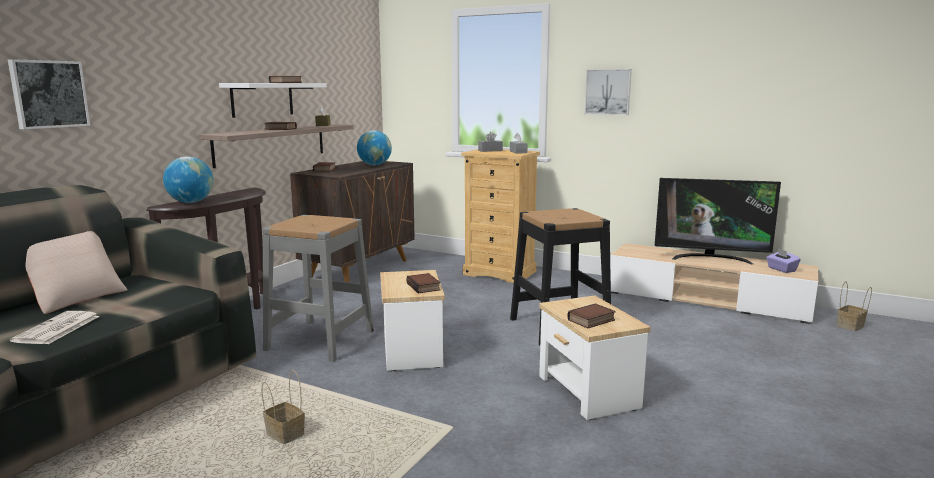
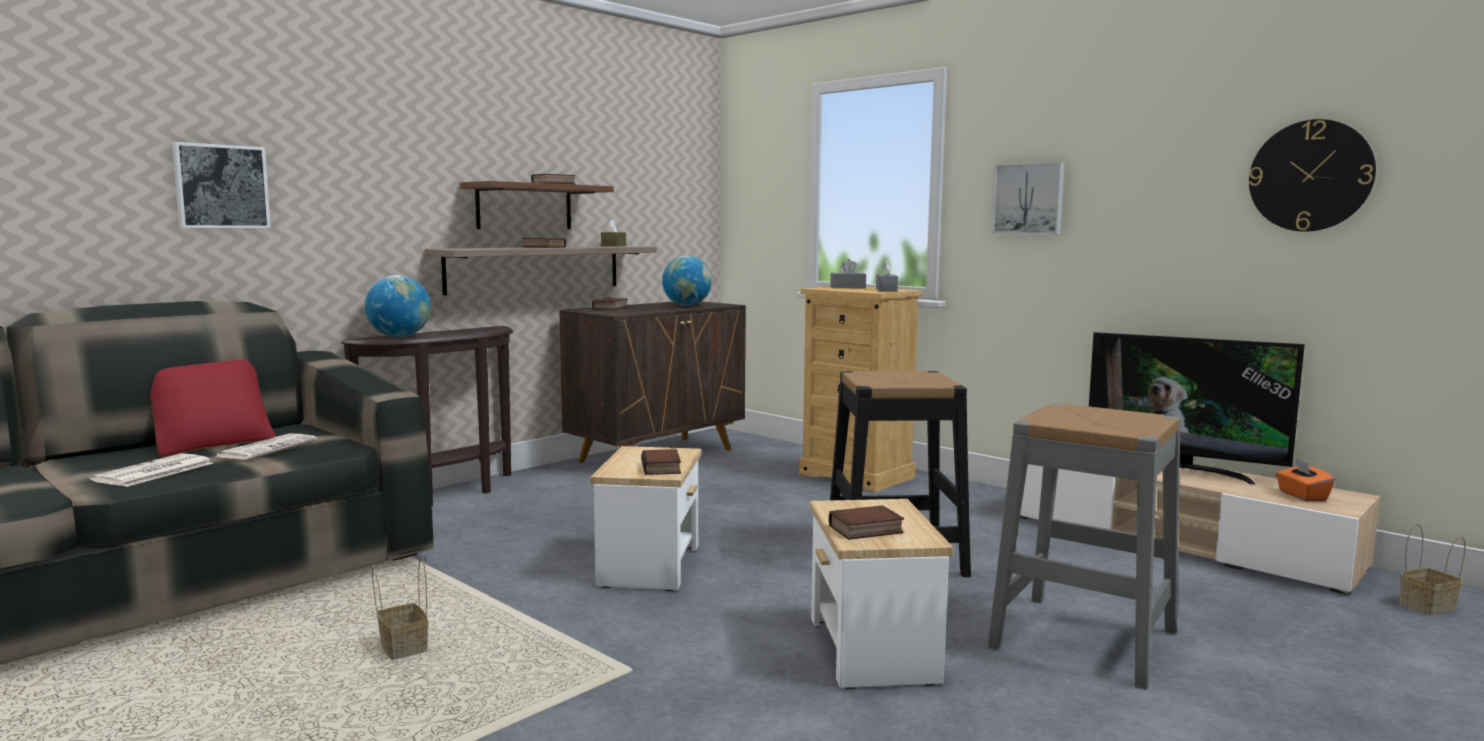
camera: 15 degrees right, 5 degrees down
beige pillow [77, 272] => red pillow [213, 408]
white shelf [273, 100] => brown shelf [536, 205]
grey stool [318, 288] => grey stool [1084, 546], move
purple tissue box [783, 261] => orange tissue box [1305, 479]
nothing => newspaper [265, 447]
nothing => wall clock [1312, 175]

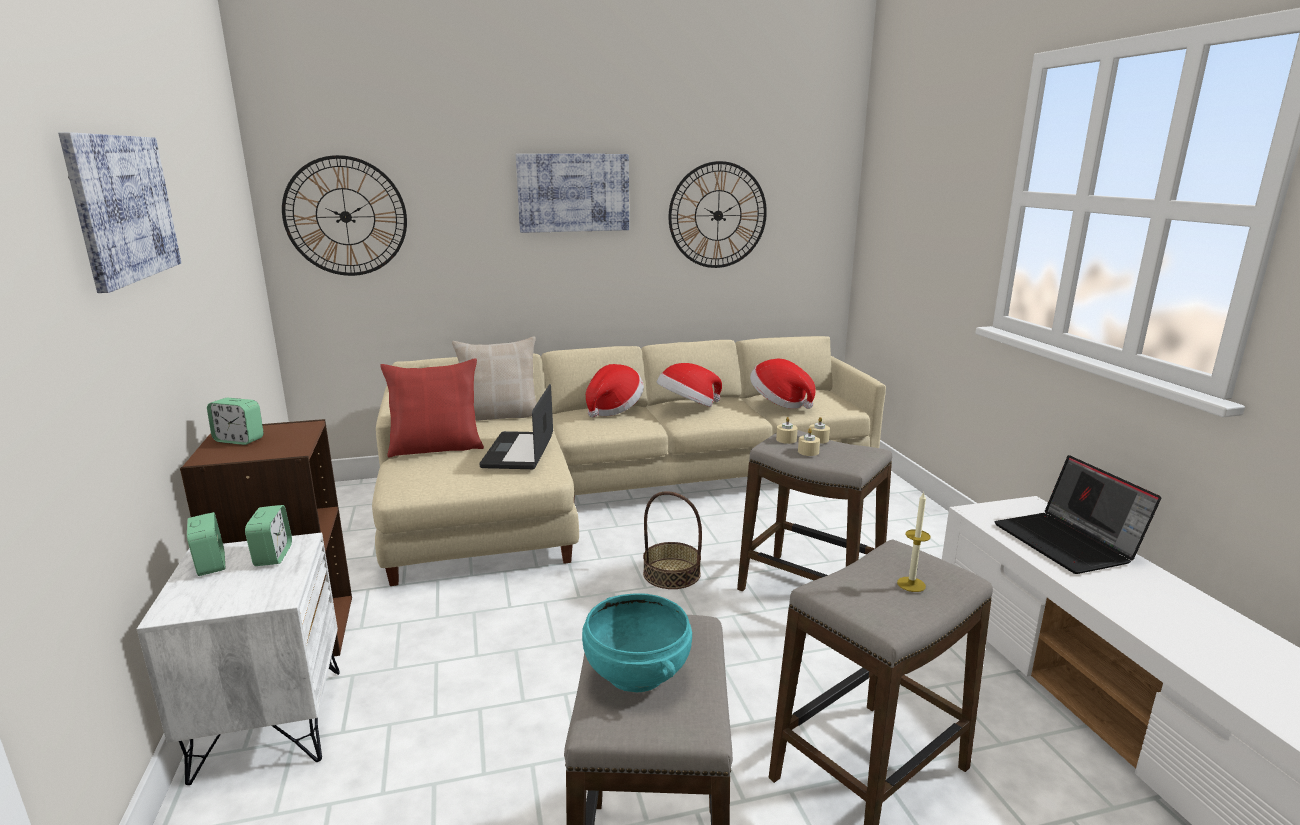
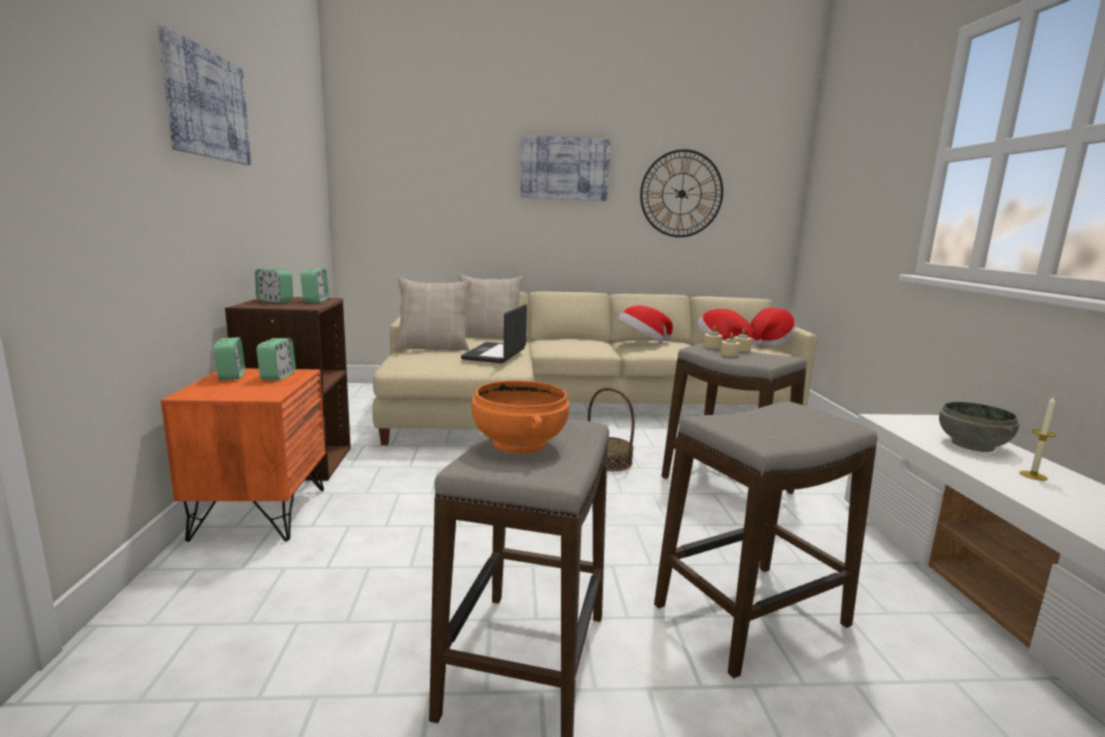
camera: 10 degrees right, 5 degrees down
white nightstand [238, 659] => orange nightstand [243, 455]
wall clock [344, 215] => nothing
red pillow [432, 408] => beige pillow [433, 314]
turquoise bowl [637, 642] => orange bowl [520, 417]
hat [615, 391] => hat [773, 327], move
candle [913, 542] => candle [1038, 438], move
laptop [1078, 514] => grey bowl [979, 427]
nothing => alarm clock [314, 286]

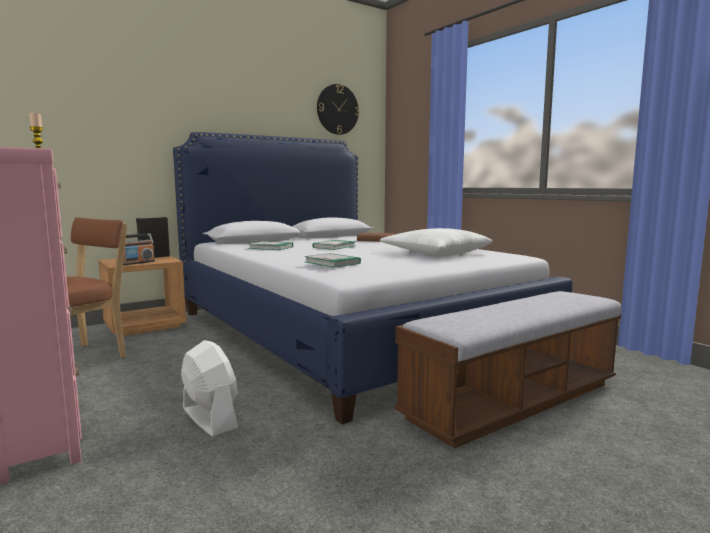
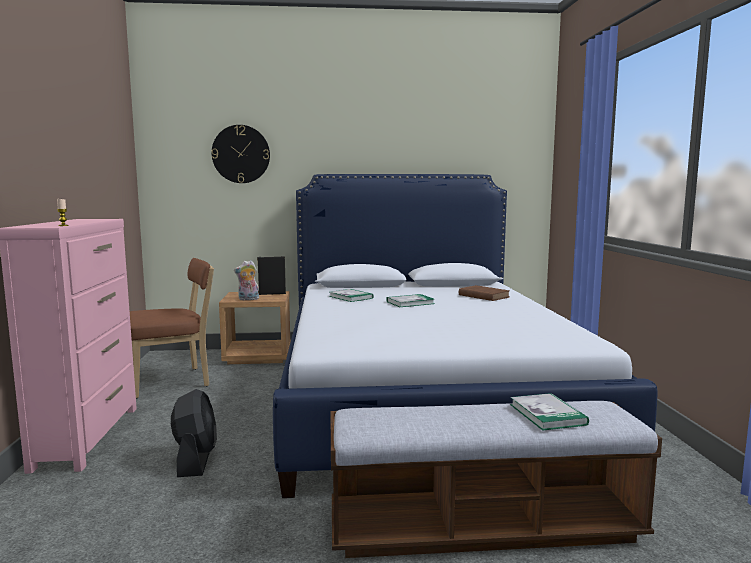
camera: 30 degrees right, 0 degrees up
radio [139, 249] => plush toy [246, 280]
white fan [209, 388] => black fan [194, 433]
book [332, 260] => book [549, 411], move
wall clock [338, 109] => wall clock [241, 154], move
white pillow [436, 241] => nothing

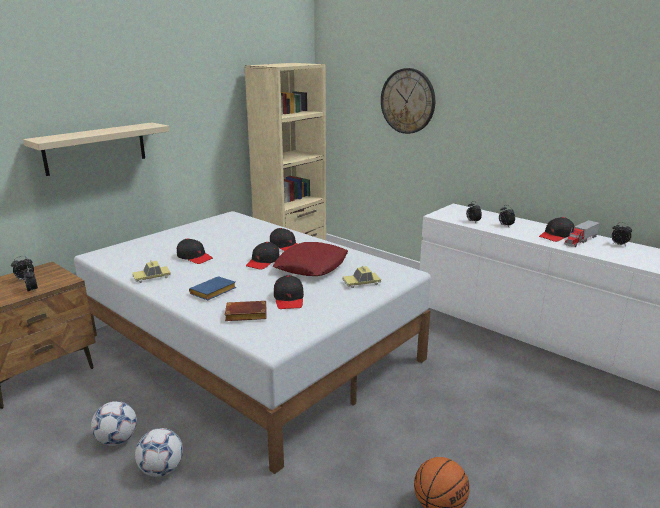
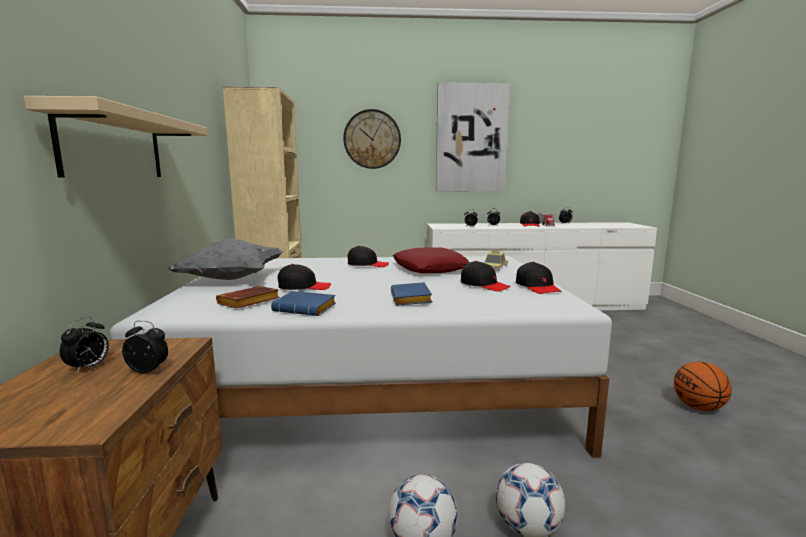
camera: 45 degrees left, 10 degrees down
toy car [151, 271] => blue book [303, 303]
brown book [245, 311] => brown book [248, 297], move
black cap [263, 256] => black cap [539, 278], move
nothing => grey pillow [225, 259]
nothing => picture [473, 136]

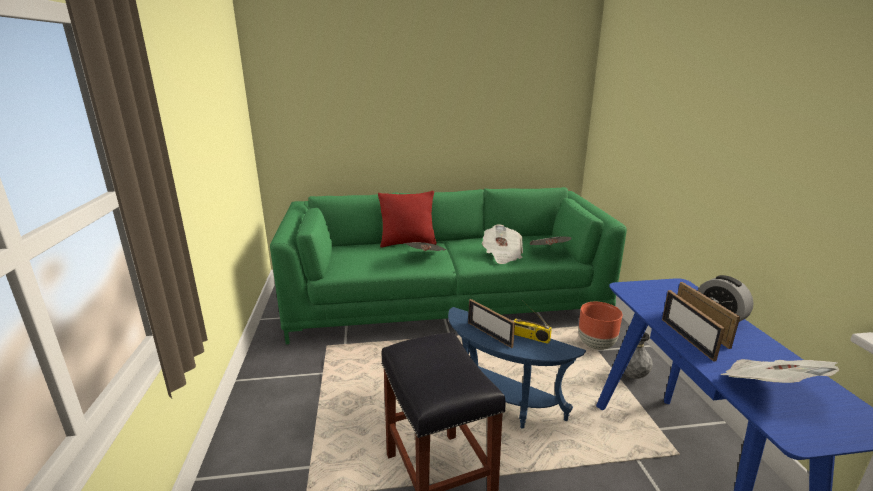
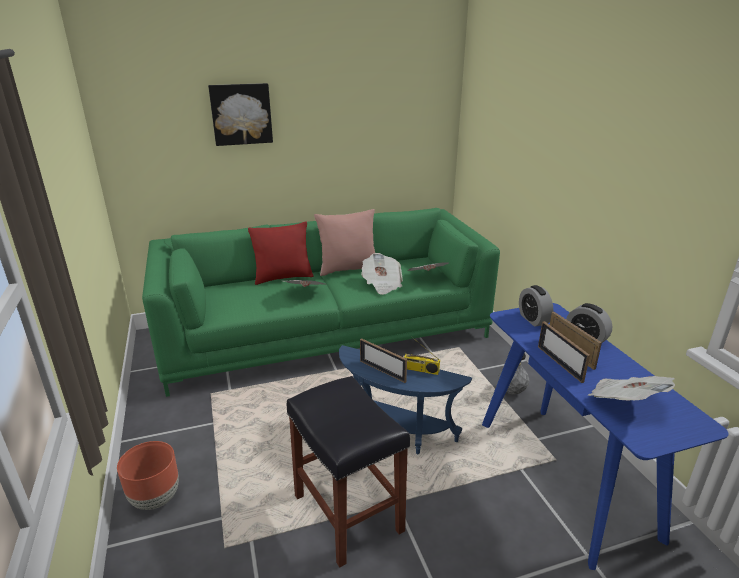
camera: 10 degrees left, 5 degrees up
brown planter [600, 326] => brown planter [148, 475], move
nothing => picture [240, 114]
nothing => pink pillow [344, 242]
nothing => alarm clock [536, 306]

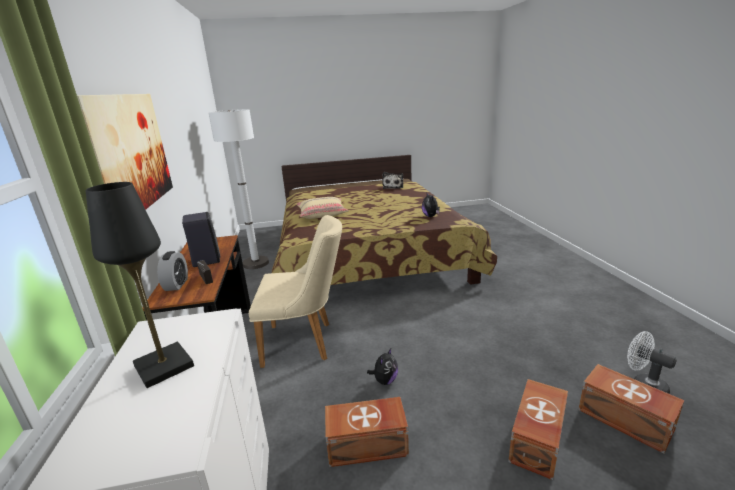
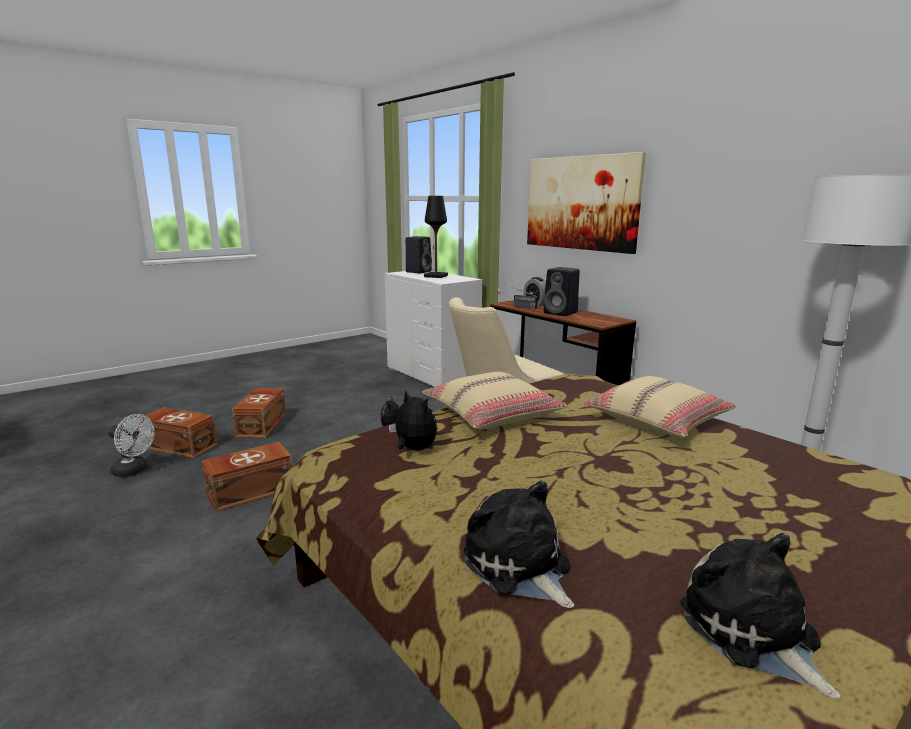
camera: 150 degrees right, 5 degrees down
brown storage box [367, 432] => brown storage box [247, 477], move
nothing => black speaker [419, 254]
nothing => beige pillow [495, 401]
nothing => plush toy [519, 544]

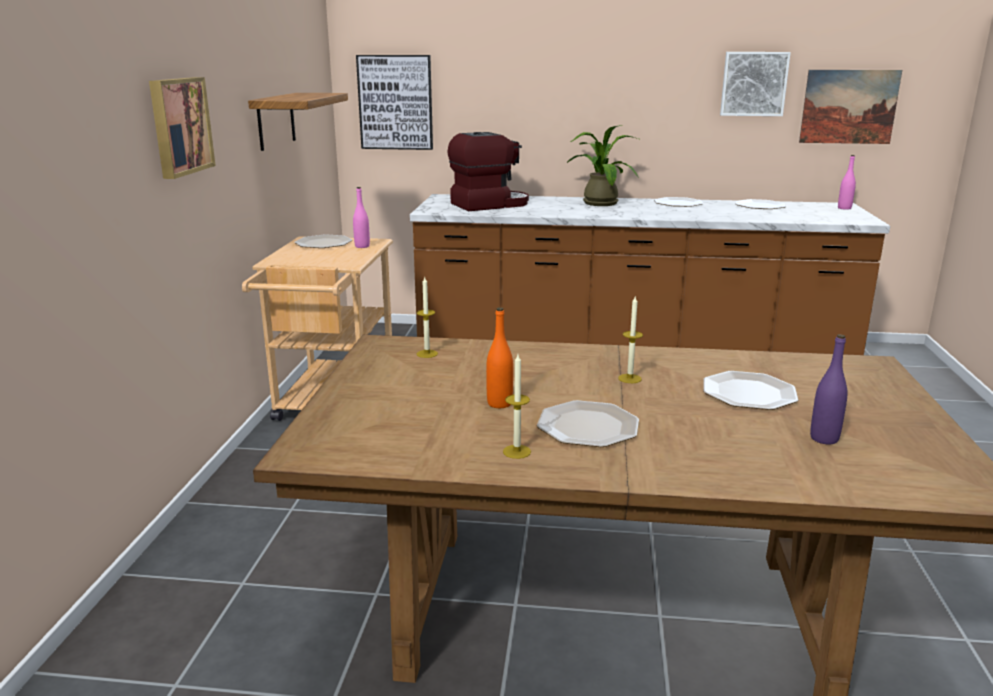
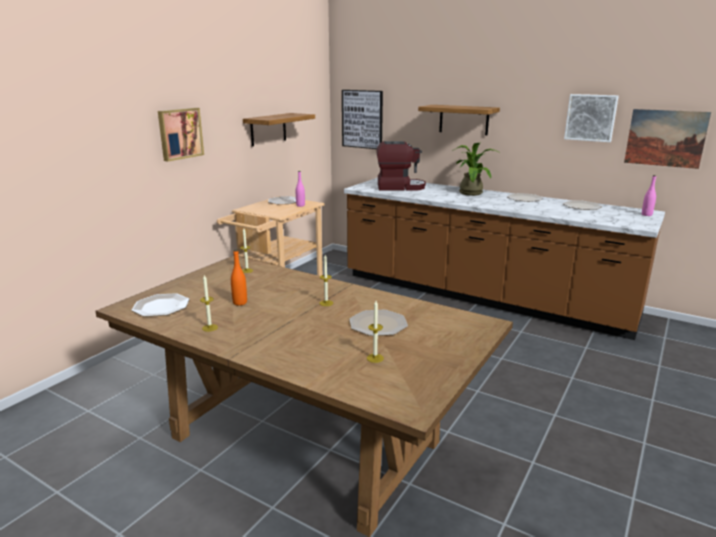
camera: 25 degrees right, 0 degrees up
plate [588, 423] => plate [161, 305], move
purple bottle [829, 389] => candle [375, 332]
nothing => shelf [459, 120]

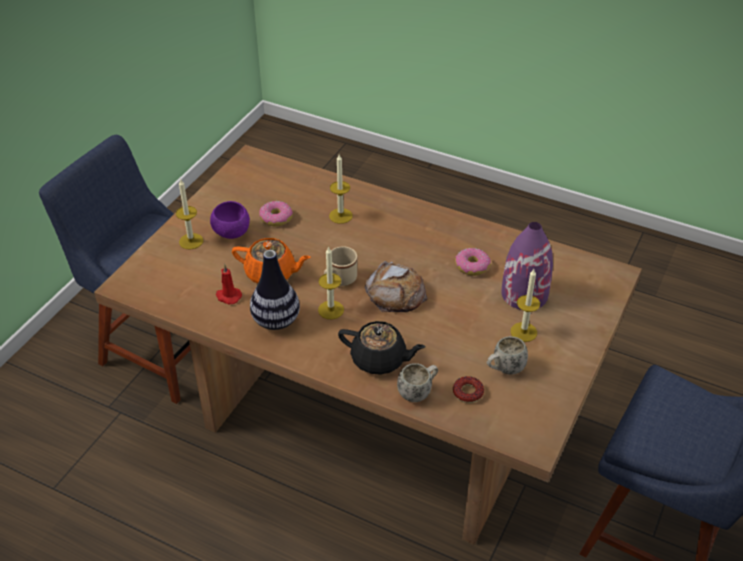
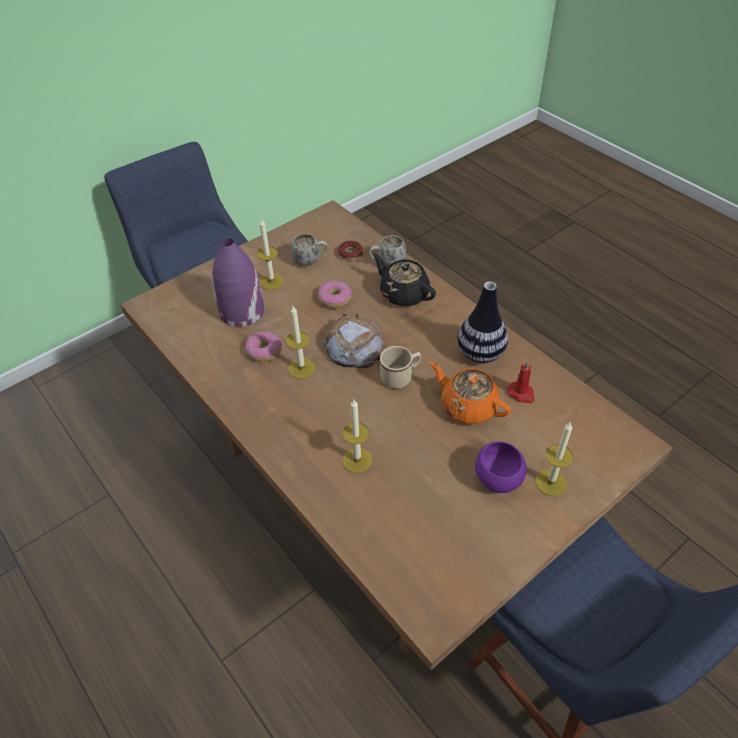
camera: 155 degrees left, 5 degrees up
donut [276, 214] => donut [335, 294], move
candle [331, 282] => candle [300, 342], move

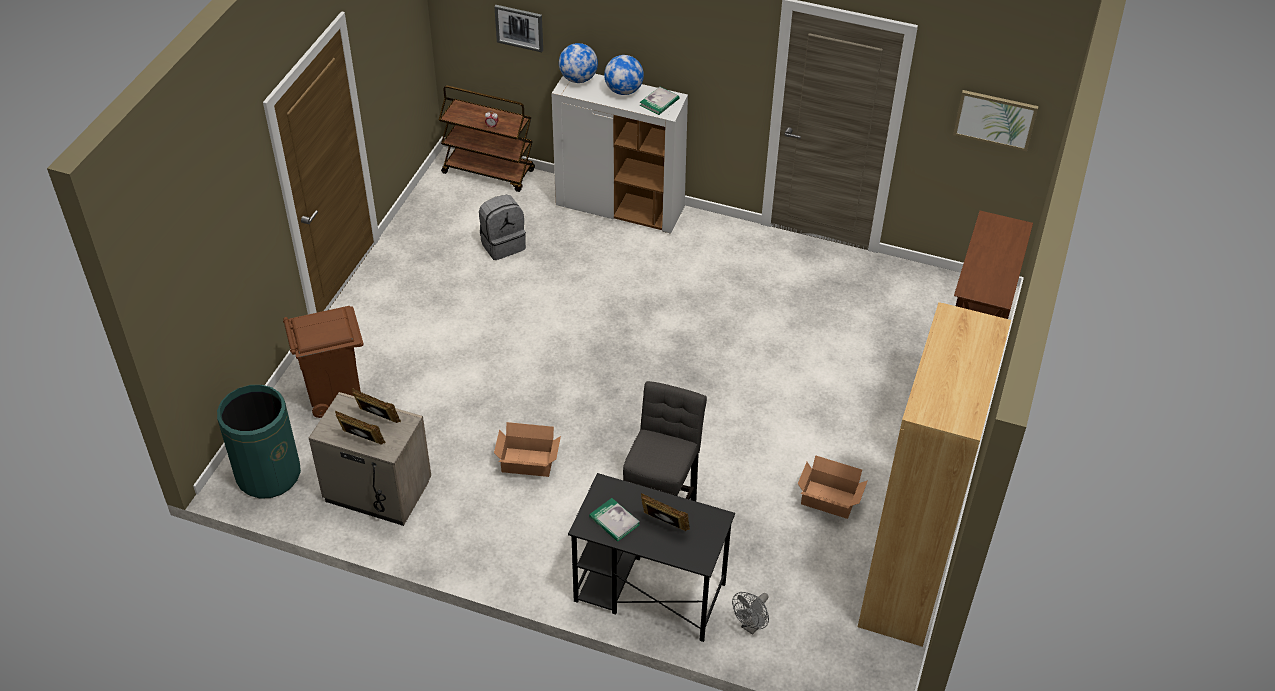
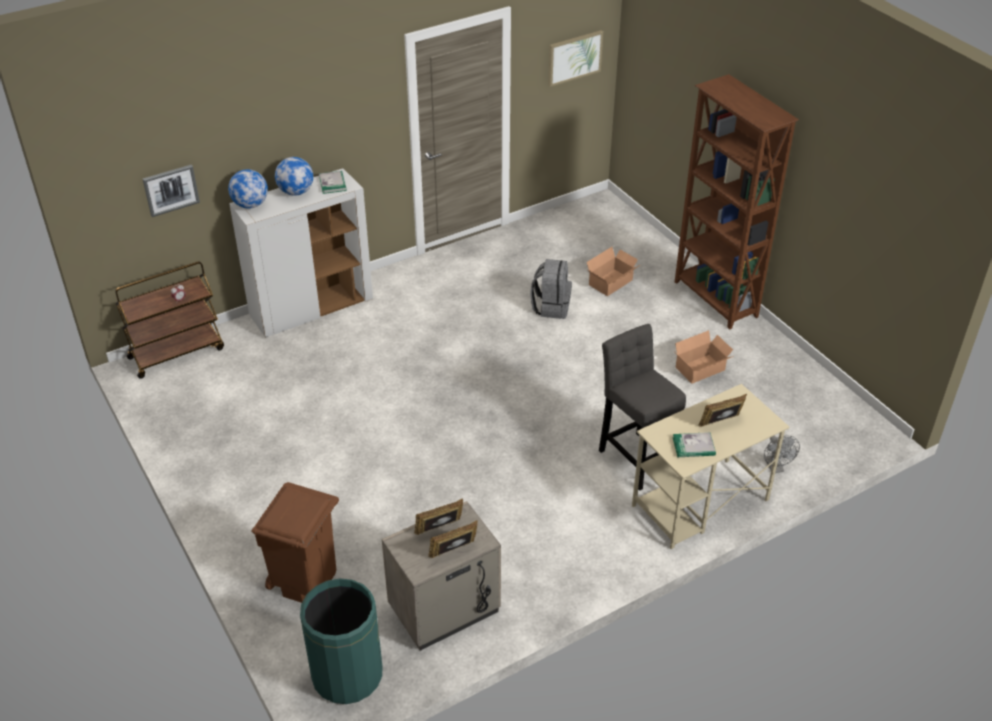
camera: 50 degrees left, 5 degrees down
grey backpack [502, 227] => grey backpack [551, 289], move
cardboard box [527, 449] => cardboard box [613, 271], move
black desk [651, 557] => beige desk [710, 466]
brown bookcase [934, 474] => nothing

